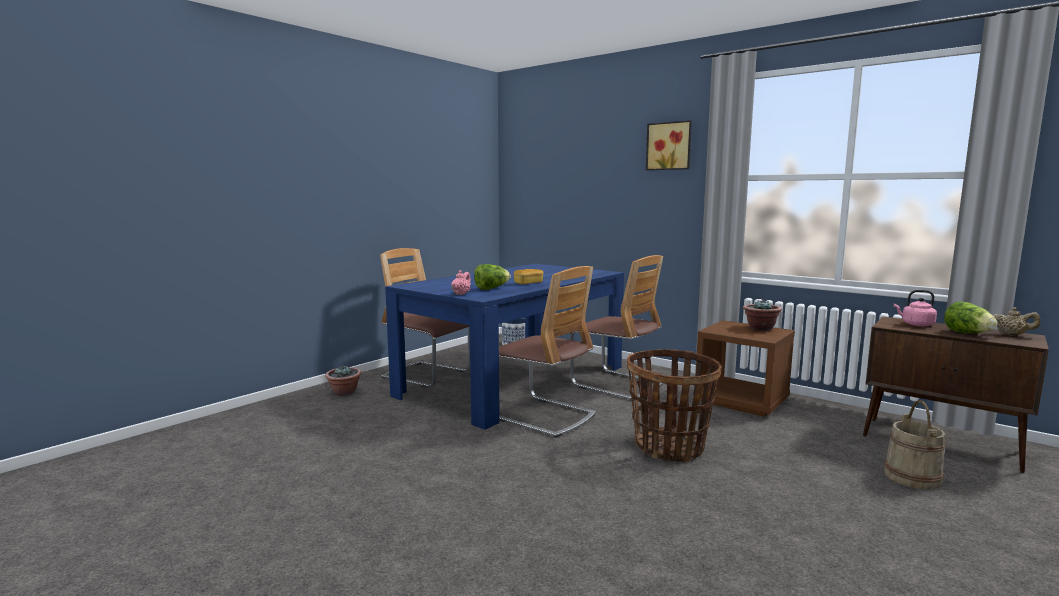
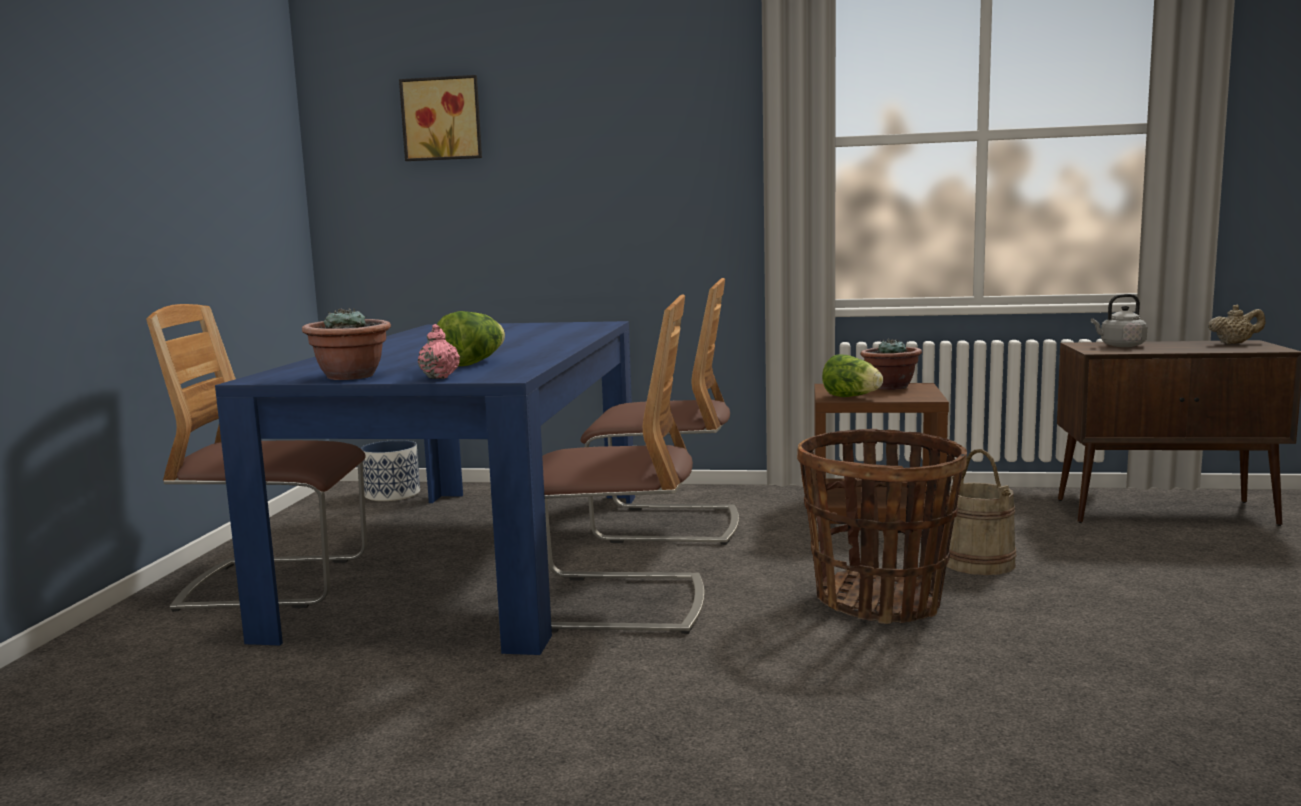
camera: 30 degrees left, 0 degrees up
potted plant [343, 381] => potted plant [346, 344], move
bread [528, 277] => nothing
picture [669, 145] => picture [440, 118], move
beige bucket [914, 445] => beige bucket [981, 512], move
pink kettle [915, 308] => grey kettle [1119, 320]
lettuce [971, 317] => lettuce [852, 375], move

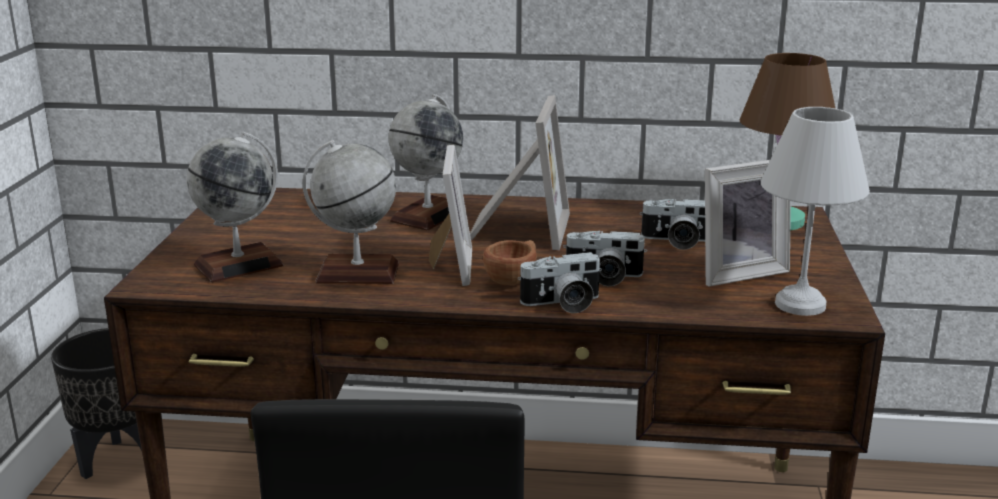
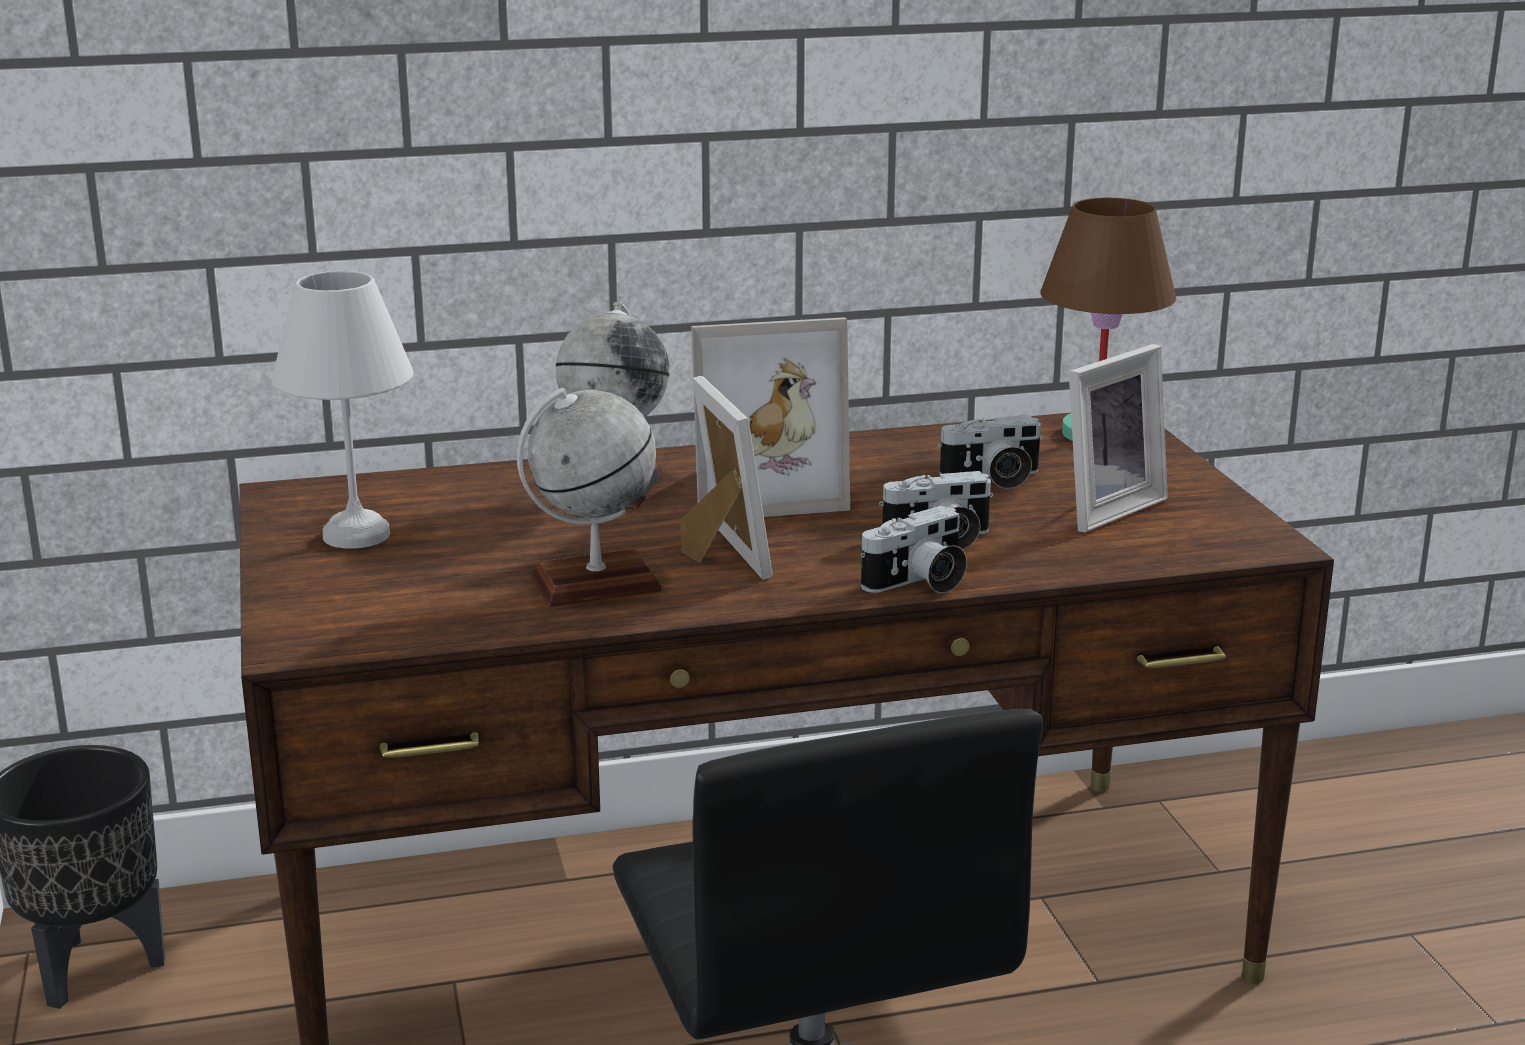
camera: 20 degrees left, 0 degrees up
globe [235, 207] => nothing
picture frame [520, 172] => picture frame [770, 417], 90 degrees clockwise
brown cup [510, 262] => nothing
white table lamp [815, 211] => white table lamp [342, 409], move

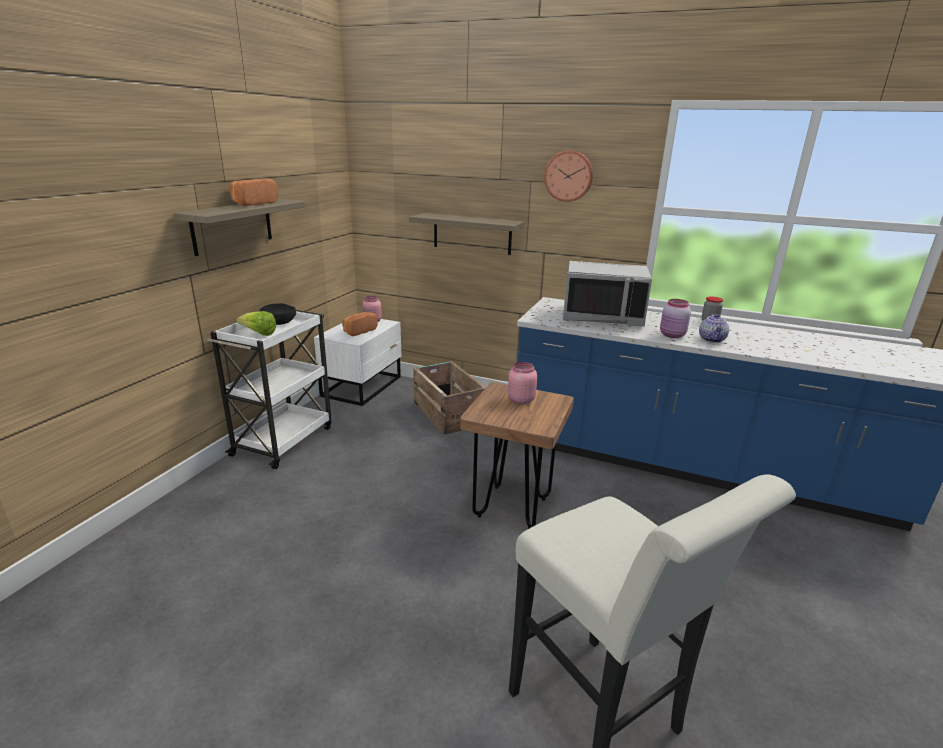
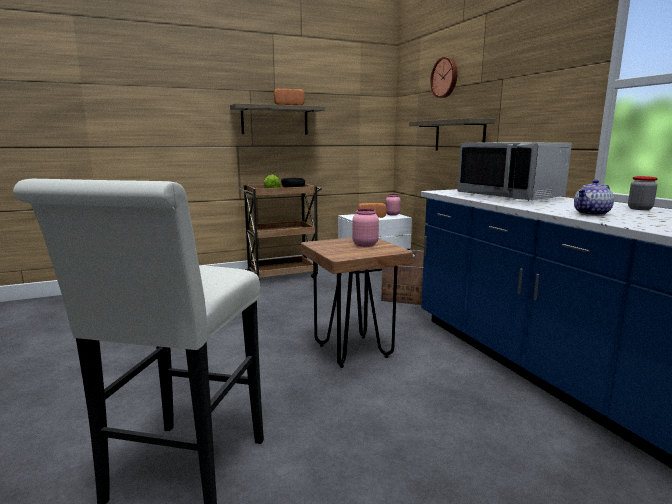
camera: 45 degrees right, 10 degrees down
white cart [269, 389] => brown cart [280, 232]
wall clock [568, 176] => wall clock [444, 77], move
pink jar [675, 318] => nothing

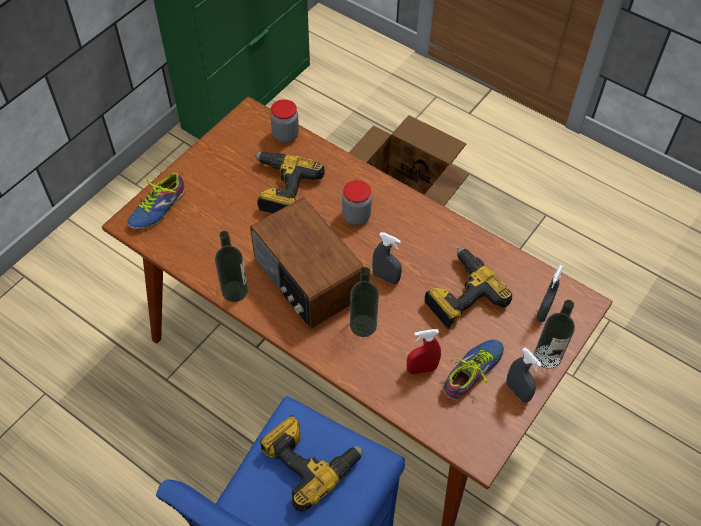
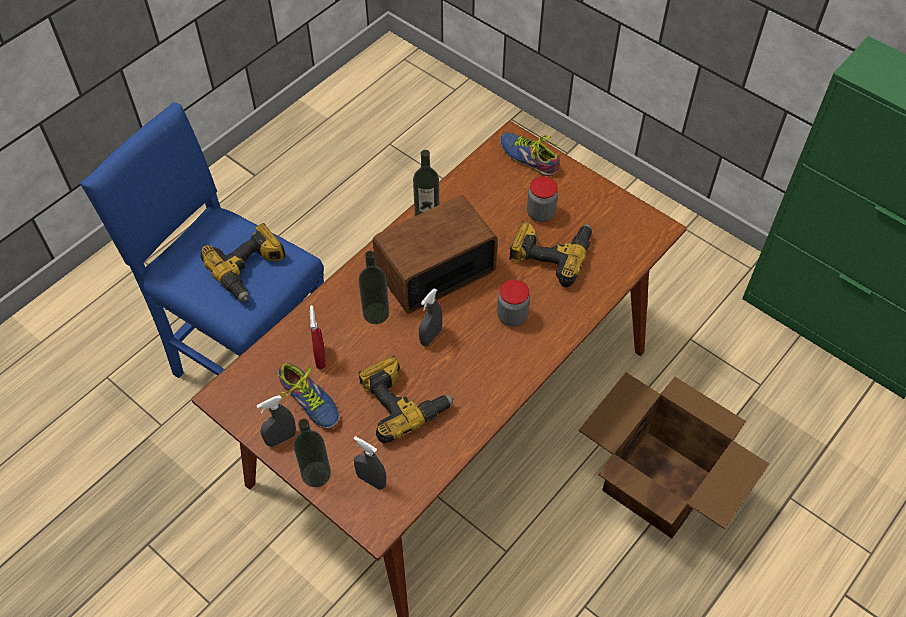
camera: 95 degrees right, 0 degrees up
jar [284, 121] => jar [542, 199], move

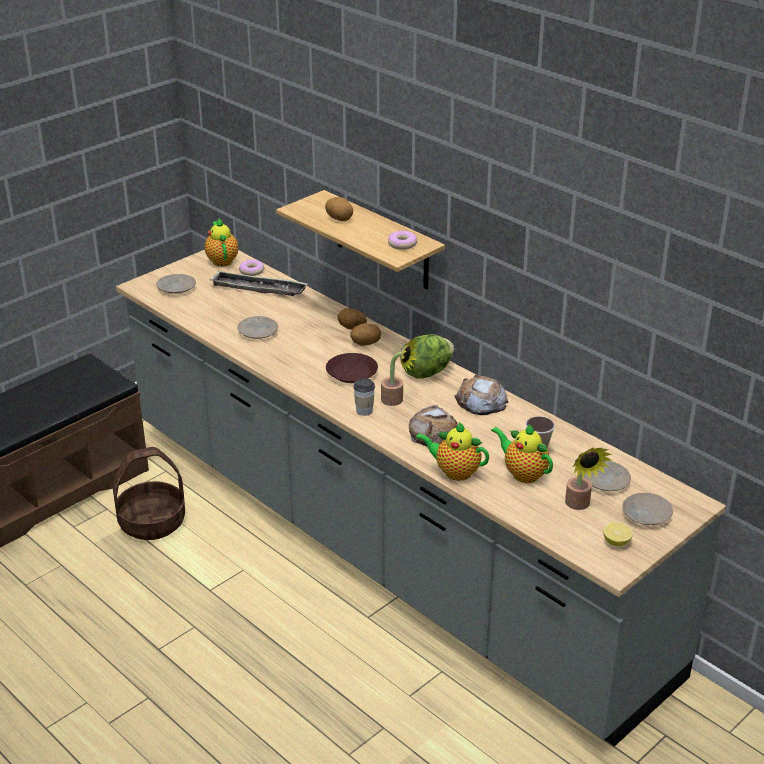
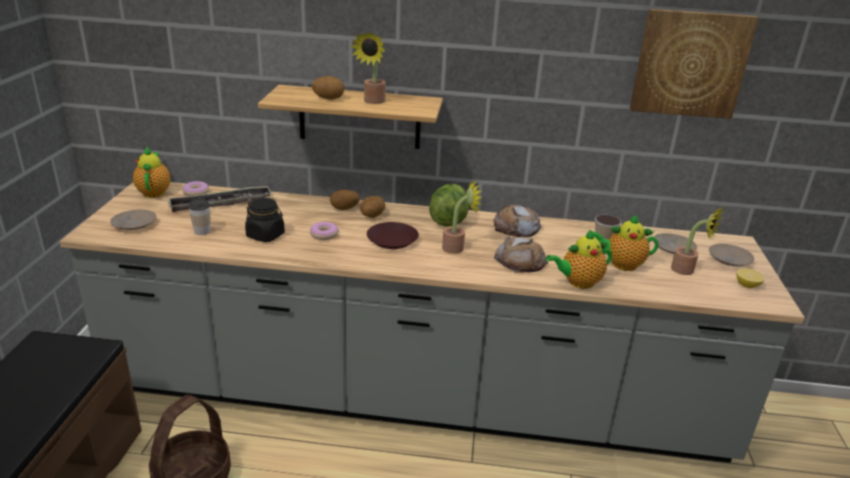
camera: 40 degrees left, 5 degrees down
teapot [221, 242] => teapot [151, 172], 45 degrees clockwise
beige plate [257, 327] => black jar [265, 220]
cup [364, 397] => cup [199, 217], move
donut [402, 240] => donut [324, 231], move
nothing => potted plant [368, 67]
nothing => picture [694, 64]

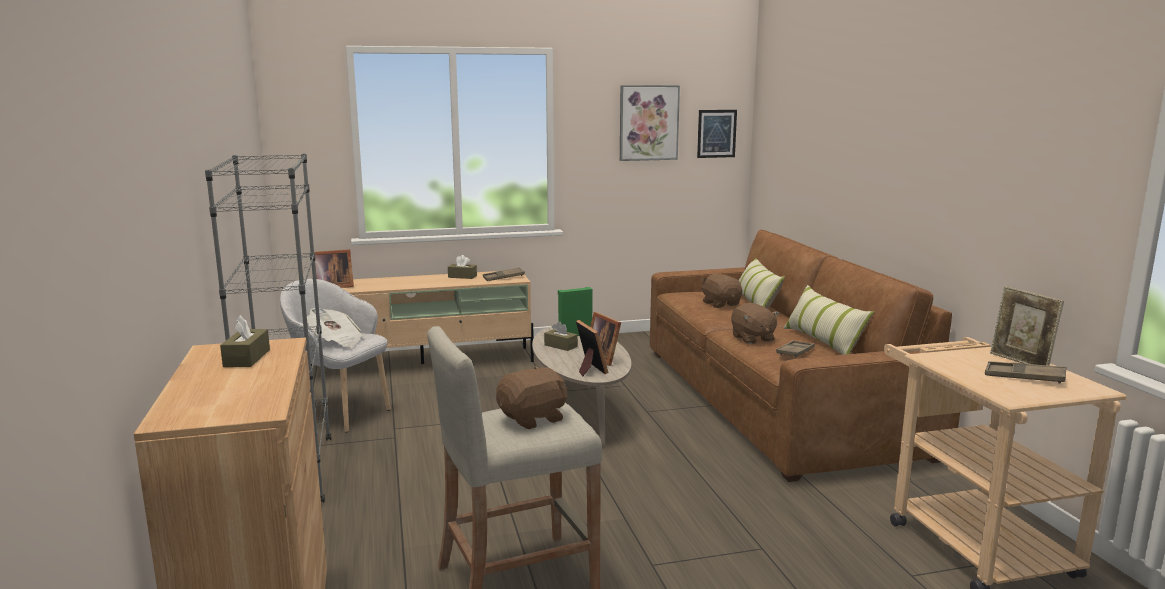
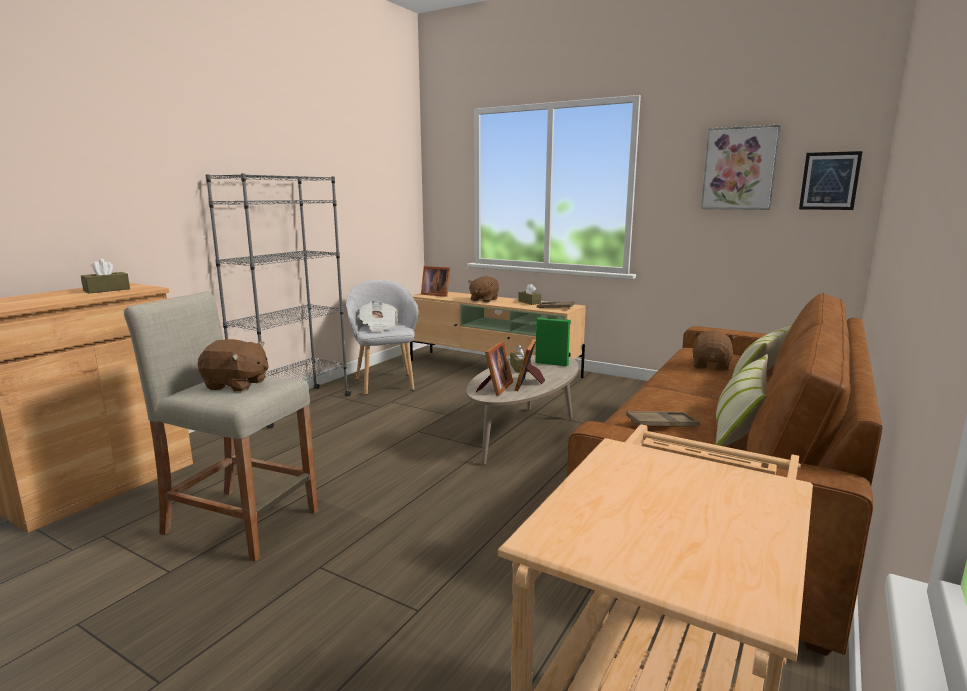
camera: 45 degrees right, 0 degrees up
brown plush toy [755, 323] => brown plush toy [483, 289], move
brown tray [1026, 372] => nothing
picture frame [1027, 326] => nothing

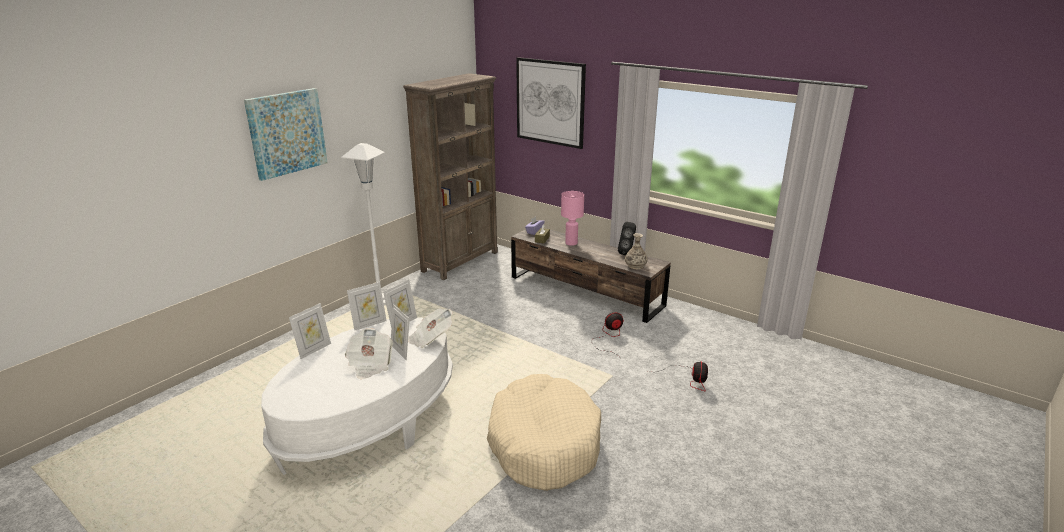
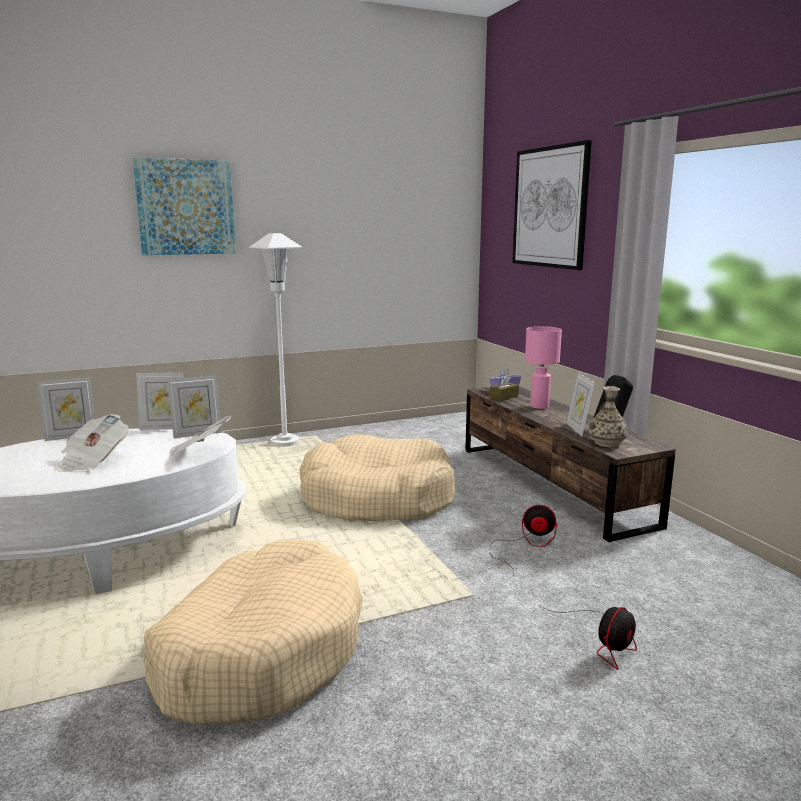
camera: 30 degrees right, 10 degrees down
picture frame [400, 332] => picture frame [580, 404], move
brown bookcase [450, 176] => nothing
nothing => beige dog bed [377, 477]

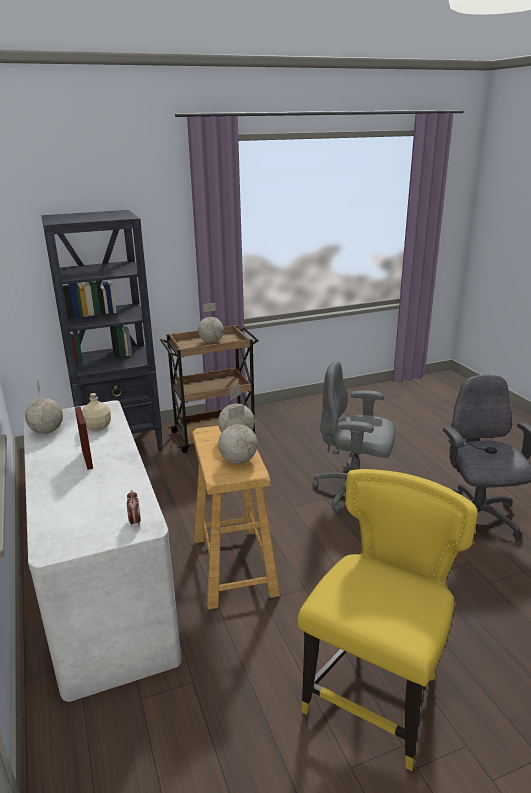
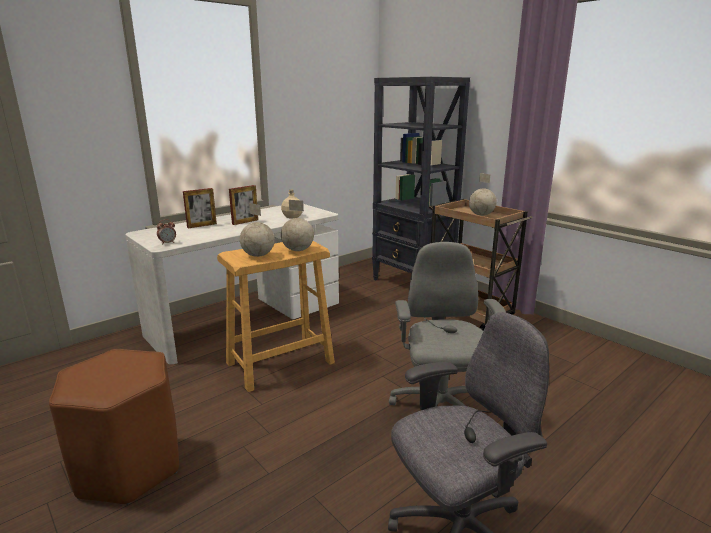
camera: 70 degrees right, 5 degrees down
globe [44, 407] => nothing
yellow chair [388, 620] => brown stool [114, 427]
nothing => picture frame [200, 208]

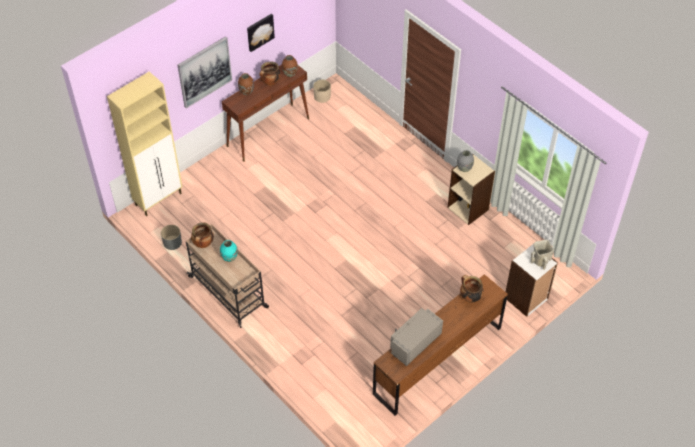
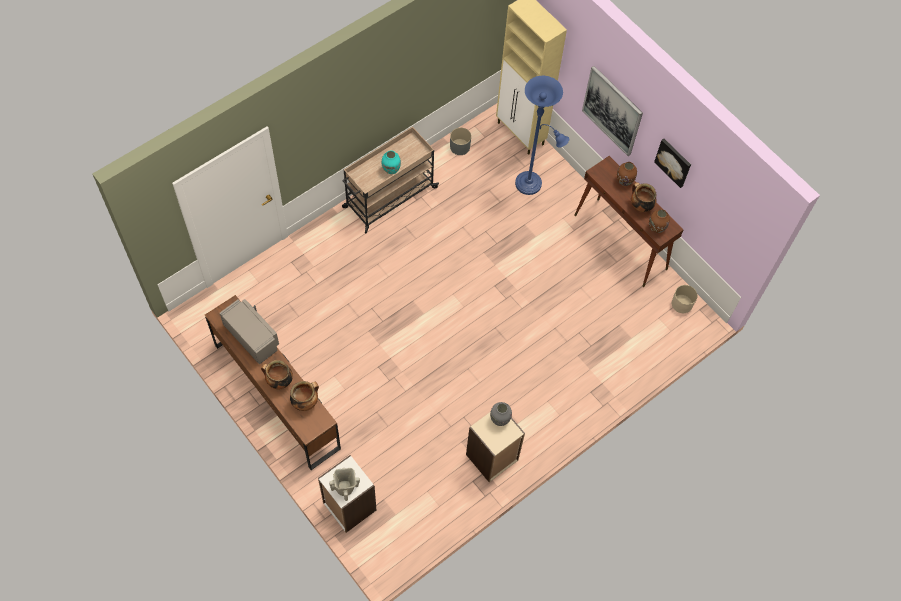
camera: 90 degrees right, 10 degrees up
cooking pot [202, 235] => cooking pot [277, 374], move
nothing => blue floor lamp [542, 135]

